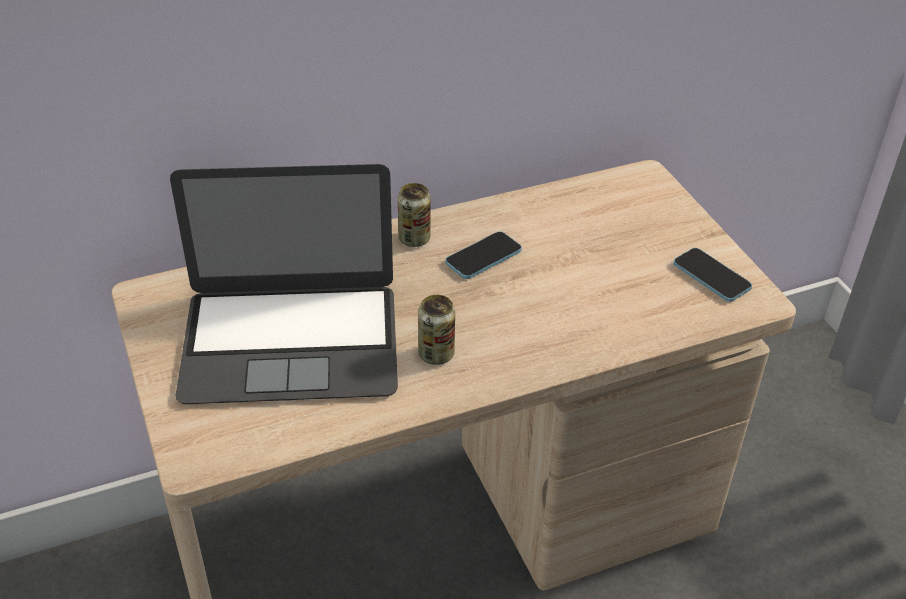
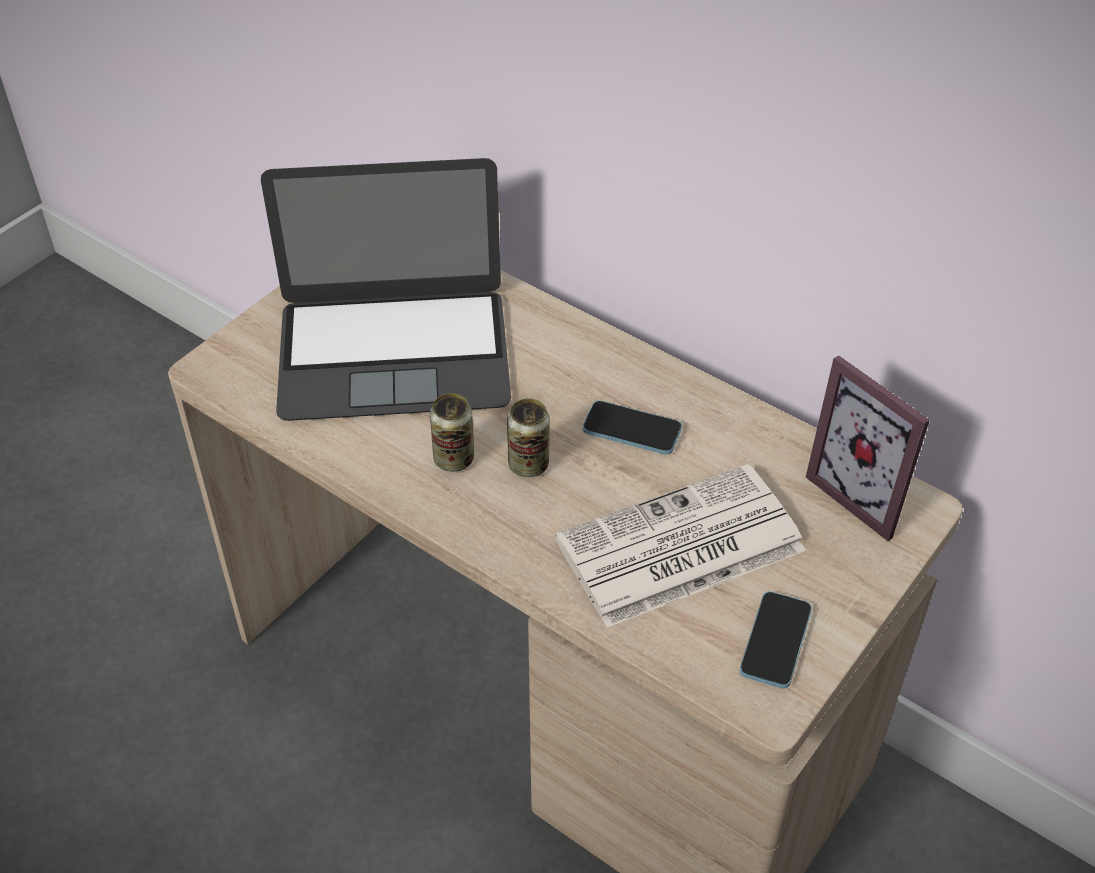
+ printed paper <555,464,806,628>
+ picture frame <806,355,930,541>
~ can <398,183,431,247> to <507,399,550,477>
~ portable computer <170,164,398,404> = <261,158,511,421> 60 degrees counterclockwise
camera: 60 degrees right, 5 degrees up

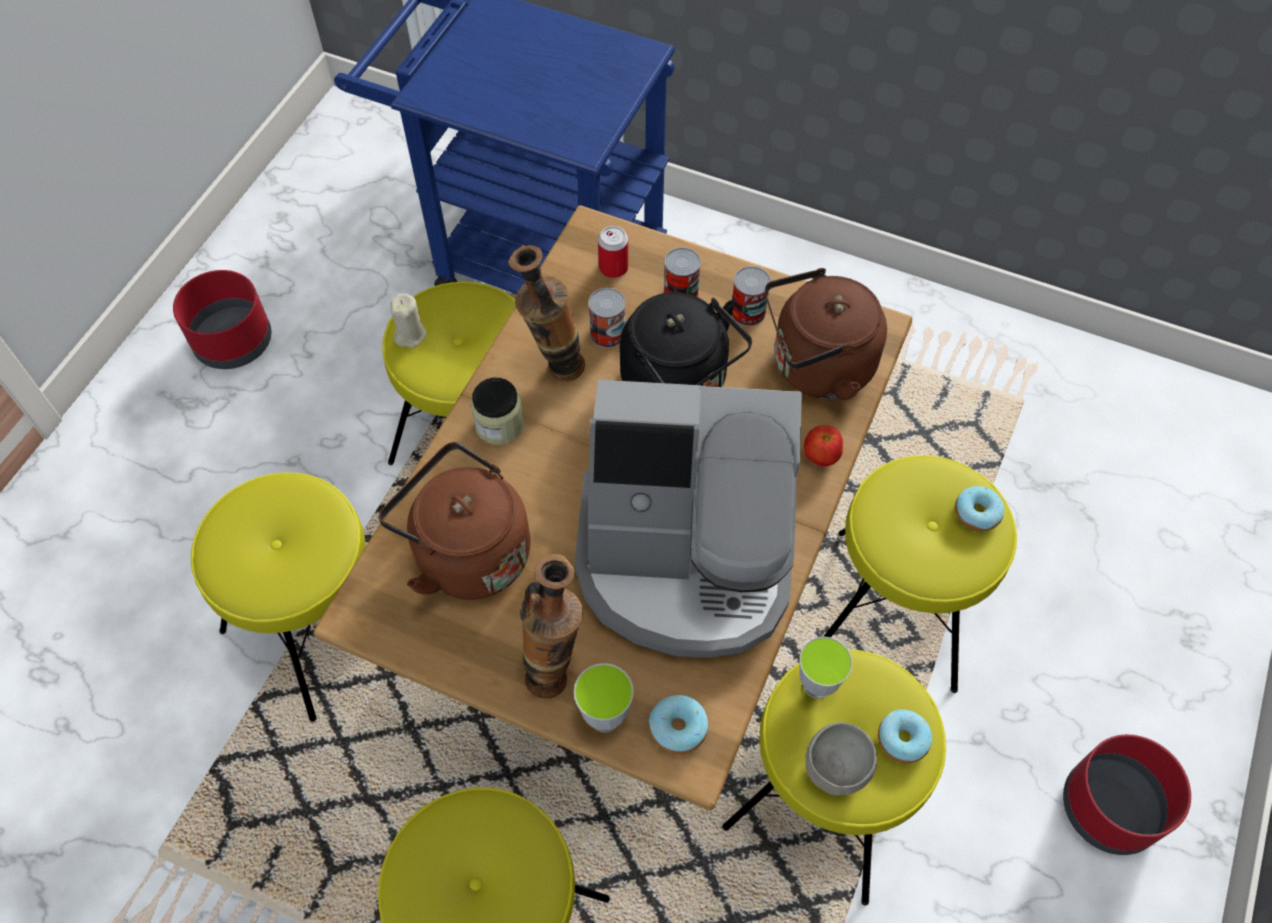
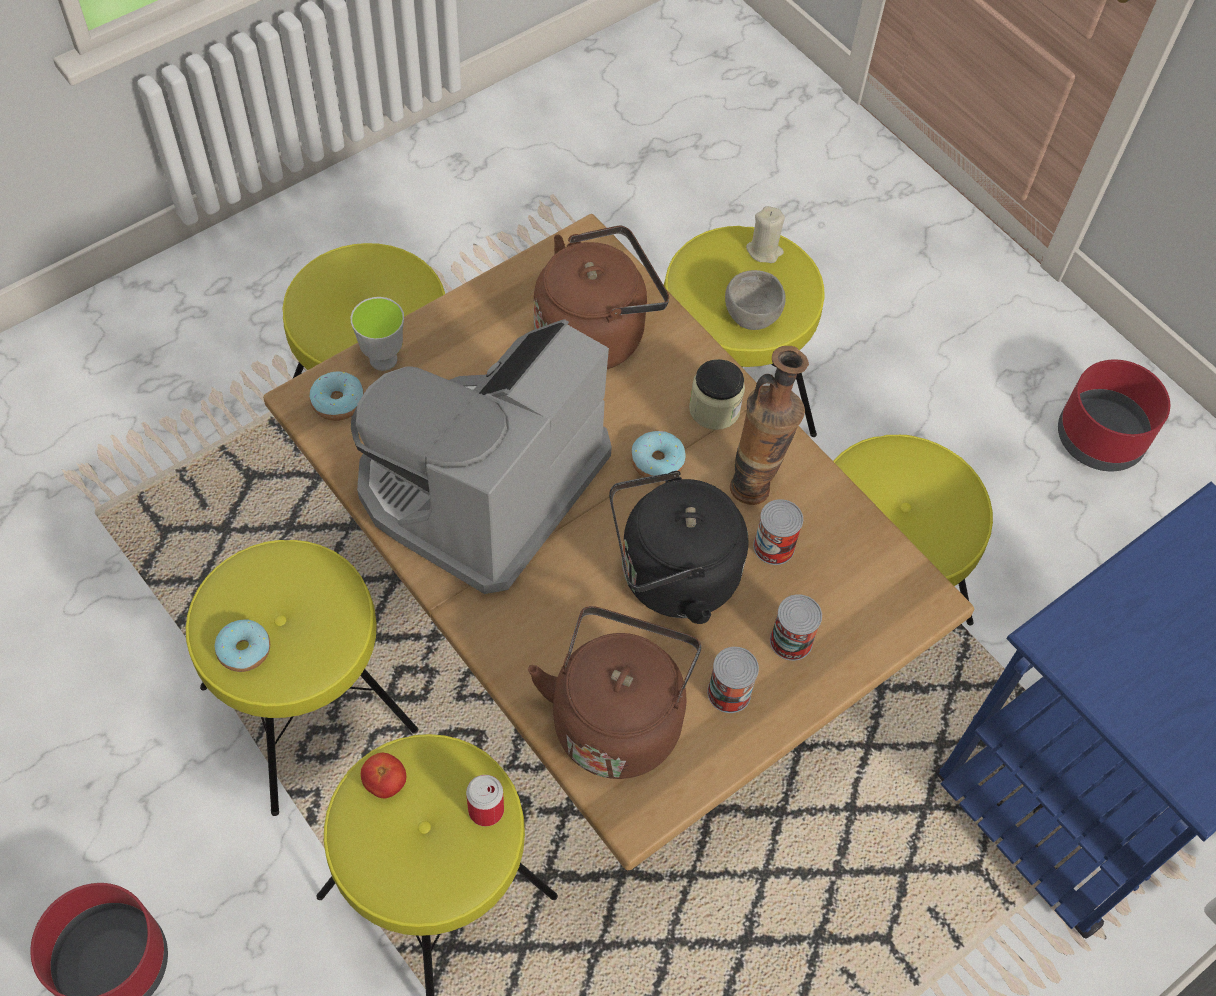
- flower vase <520,554,583,699>
- cup <799,637,852,699>
~ beige-coloured wax light <390,294,427,348> to <746,206,785,263>
~ can <598,226,628,278> to <466,775,504,826>
~ fresh tomato <804,425,843,466> to <361,753,406,798>
~ greyish deep dish <806,722,877,795> to <725,270,786,330>
~ ring doughnut <955,486,1004,531> to <631,431,686,478>
camera: 115 degrees right, 0 degrees up

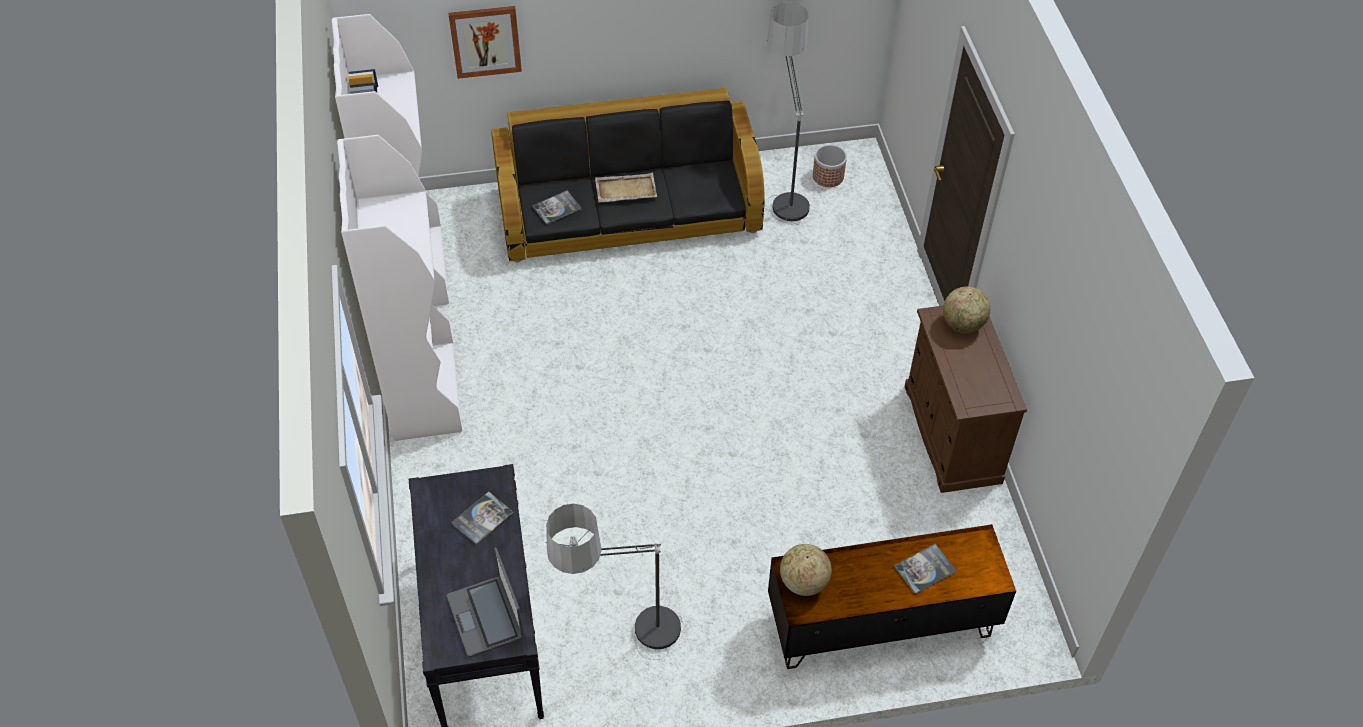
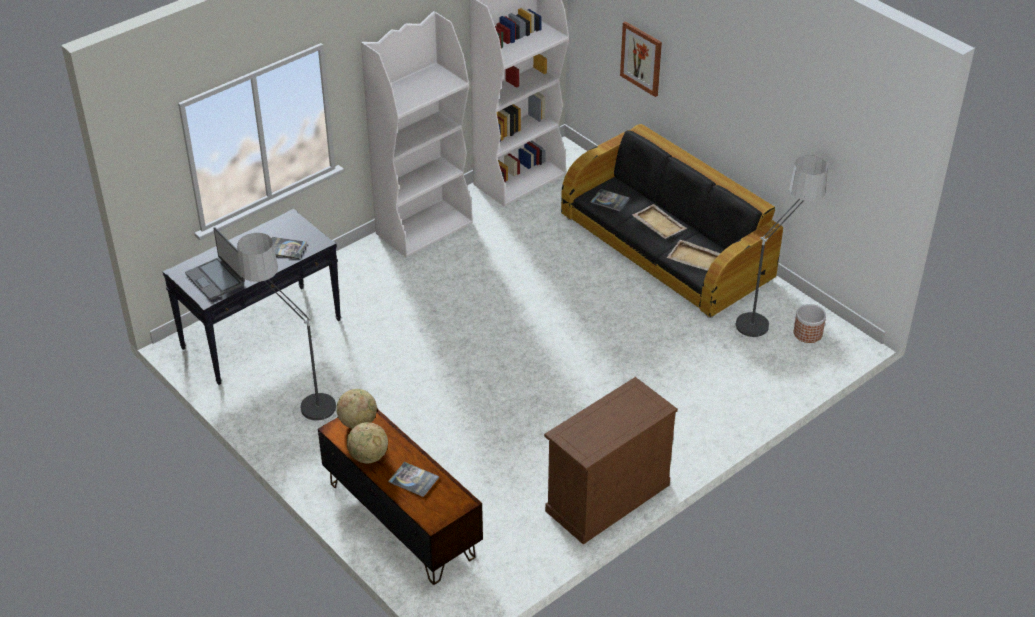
+ beige-coloured tray <667,240,720,271>
~ desk globe <943,286,990,333> to <347,422,388,463>
~ portable computer <447,548,524,657> = <185,227,245,300> 75 degrees counterclockwise
camera: 60 degrees right, 10 degrees down

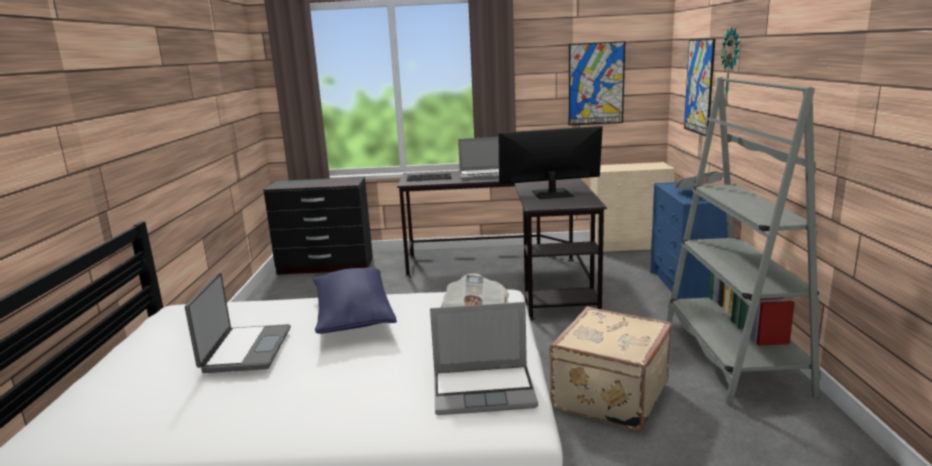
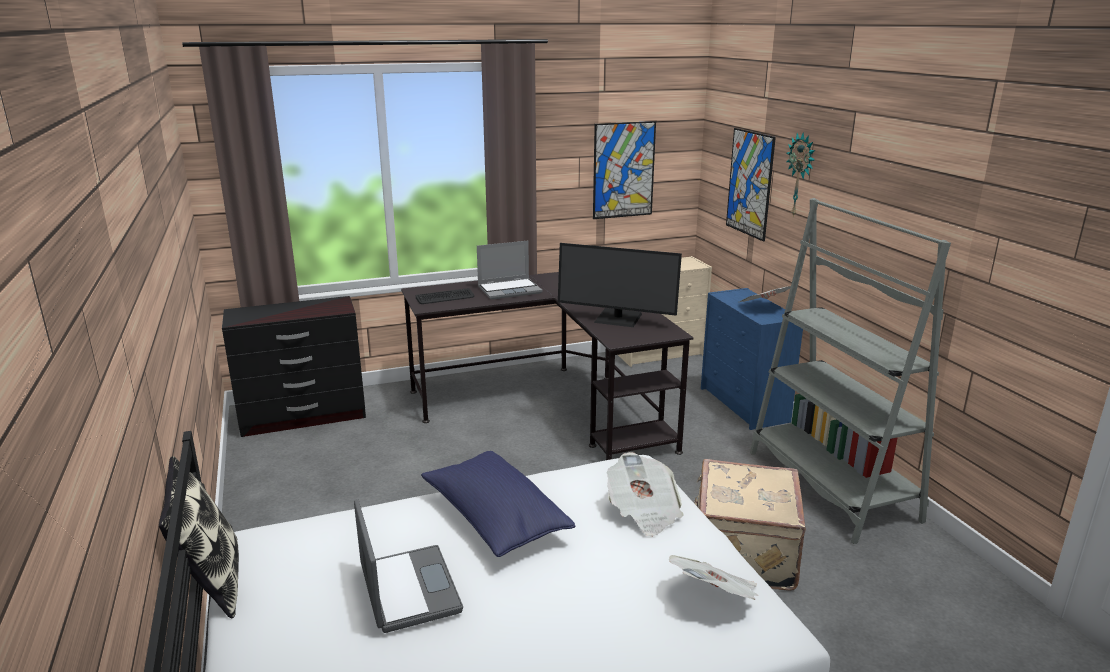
+ throw pillow <159,456,239,619>
~ portable computer <430,302,538,415> to printed paper <669,555,758,600>
~ computer display <498,126,603,199> = <558,243,682,327> 135 degrees counterclockwise
camera: 20 degrees left, 5 degrees up

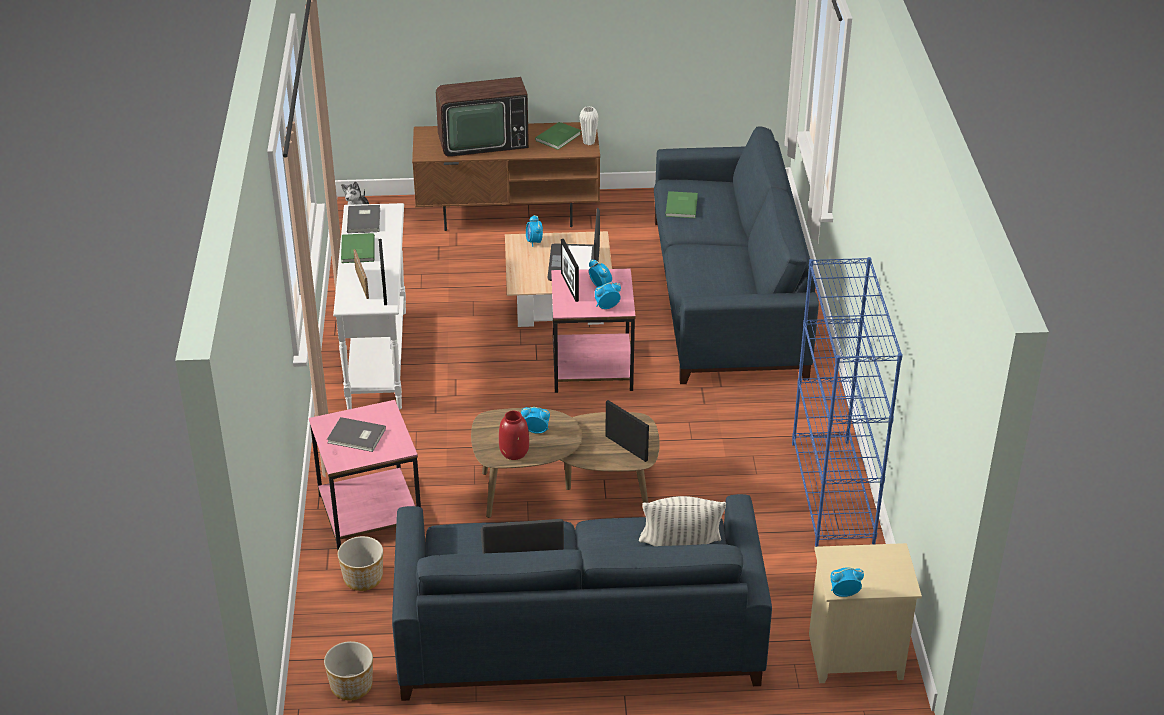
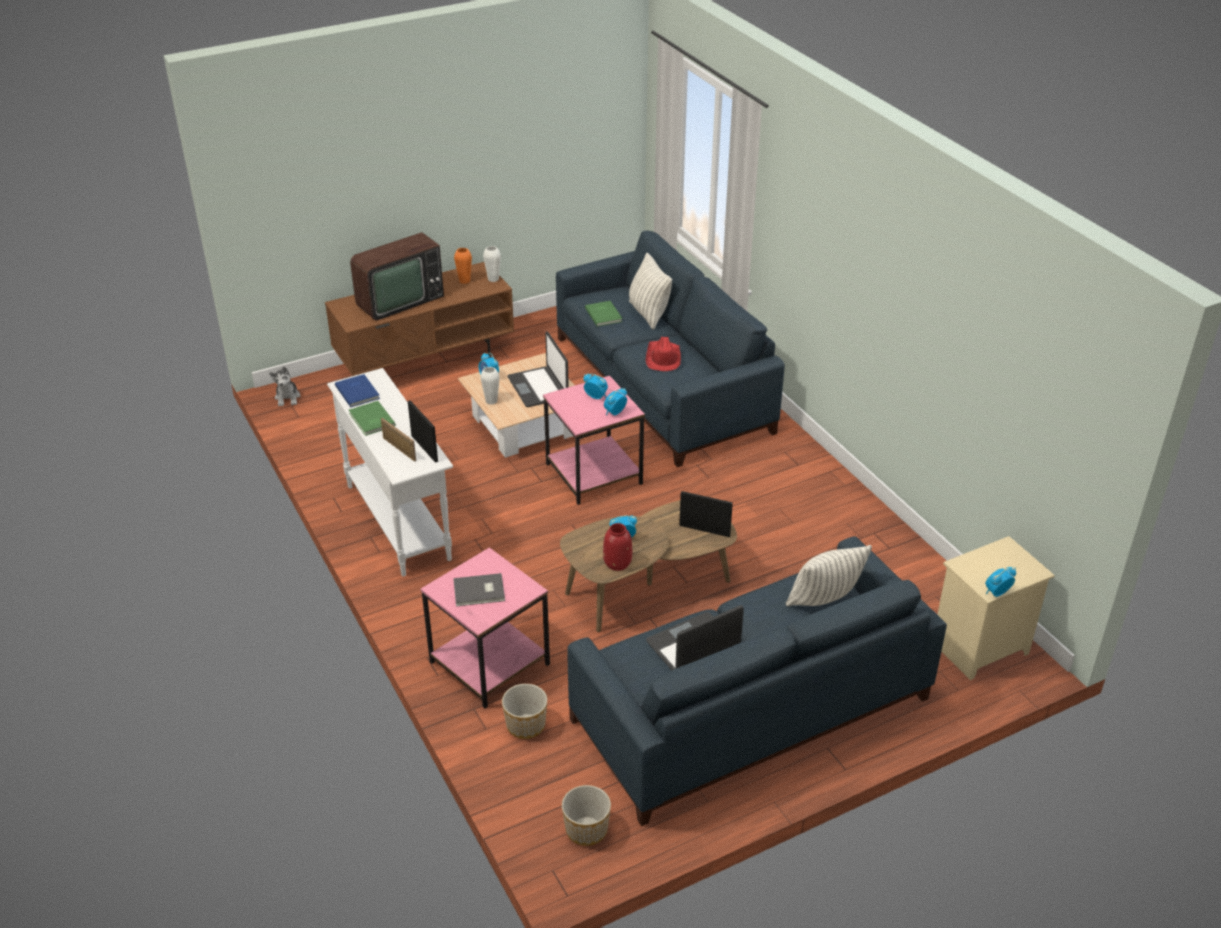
- picture frame <561,239,579,302>
- bluish bookshelf <792,257,903,547>
+ white-coloured flower vase <480,367,500,405>
+ throw pillow <629,253,672,330>
+ reddish hat <646,337,681,371>
~ greenish bound book <535,122,581,150> to orange flower vase <454,248,472,284>
~ greyish bound book <347,205,380,233> to bluish bound book <335,374,380,408>
camera: 25 degrees left, 0 degrees up

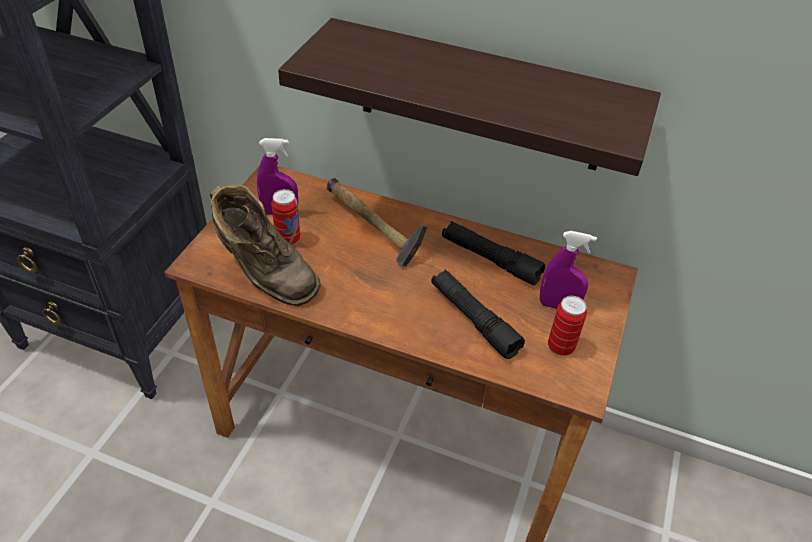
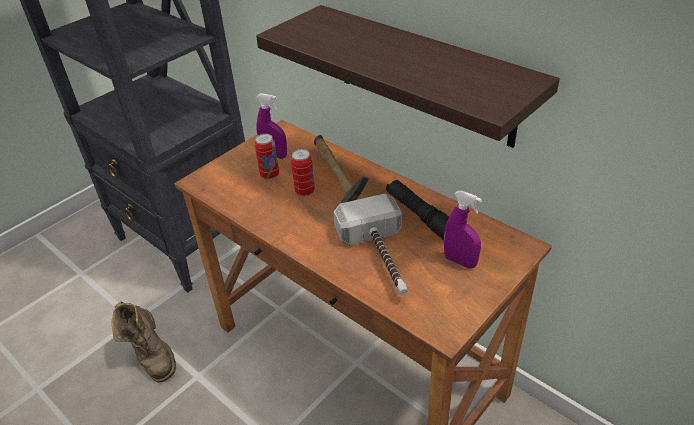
~ brown boot <210,184,321,306> to <112,301,176,383>
~ can <548,296,587,356> to <291,149,315,197>
~ black flashlight <431,270,525,359> to tool hammer <333,194,407,295>
camera: 25 degrees right, 5 degrees down

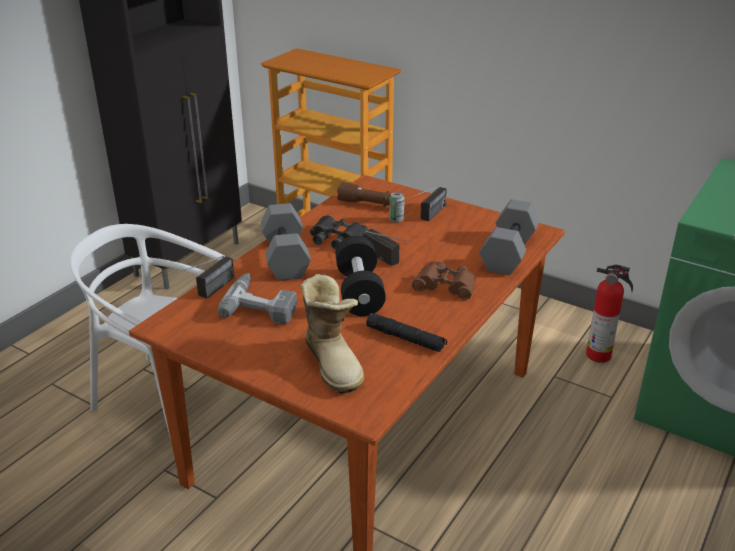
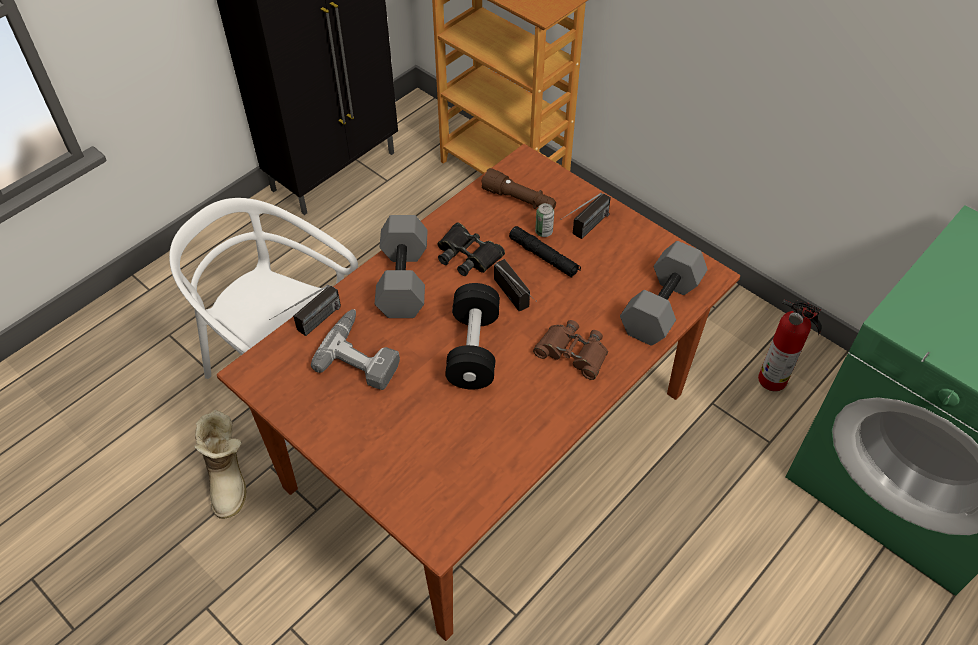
~ boot <300,274,364,393> to <194,410,247,519>
~ black flashlight <366,313,447,352> to <509,226,581,278>
camera: 10 degrees right, 20 degrees up

